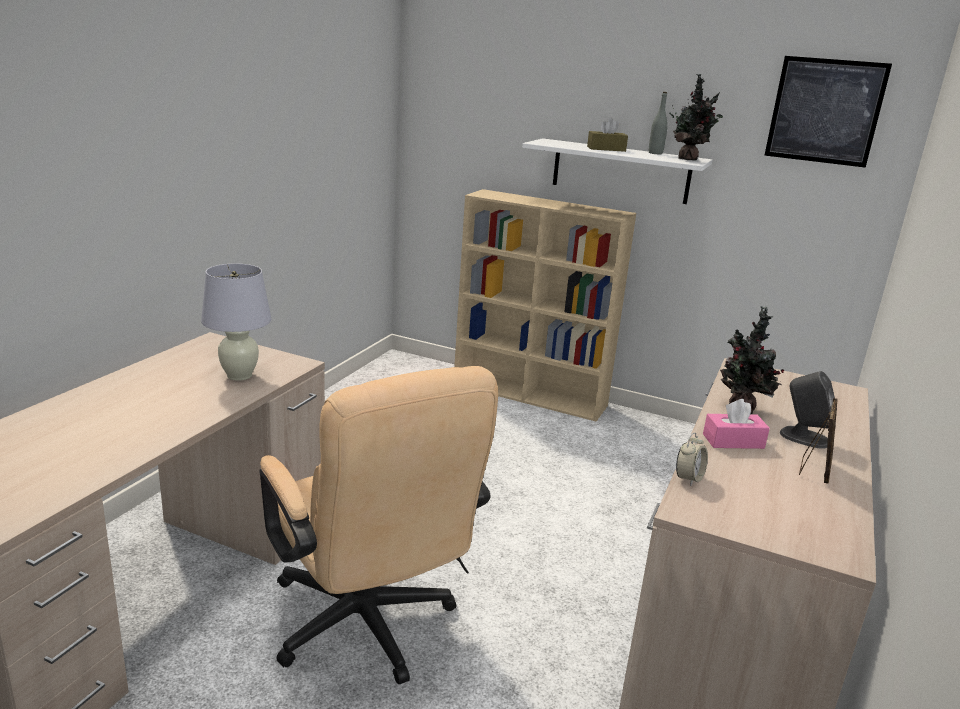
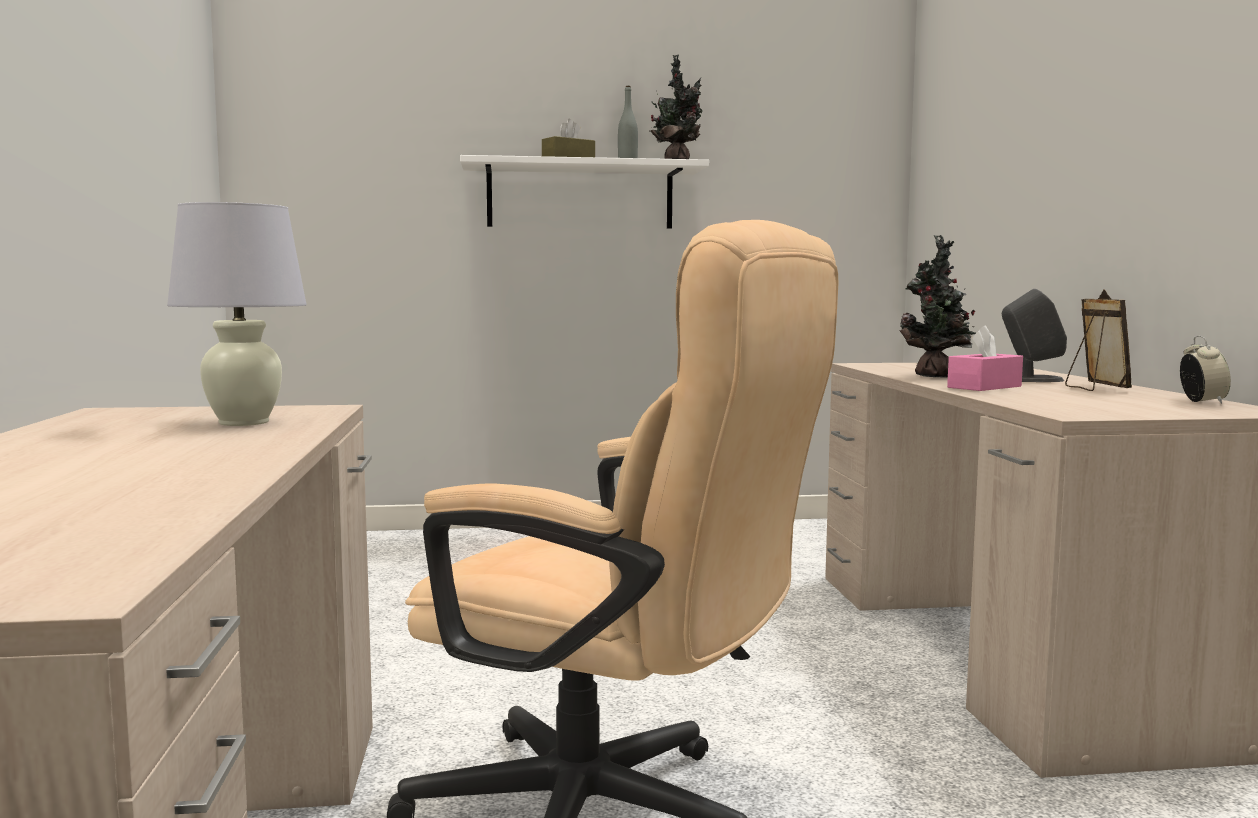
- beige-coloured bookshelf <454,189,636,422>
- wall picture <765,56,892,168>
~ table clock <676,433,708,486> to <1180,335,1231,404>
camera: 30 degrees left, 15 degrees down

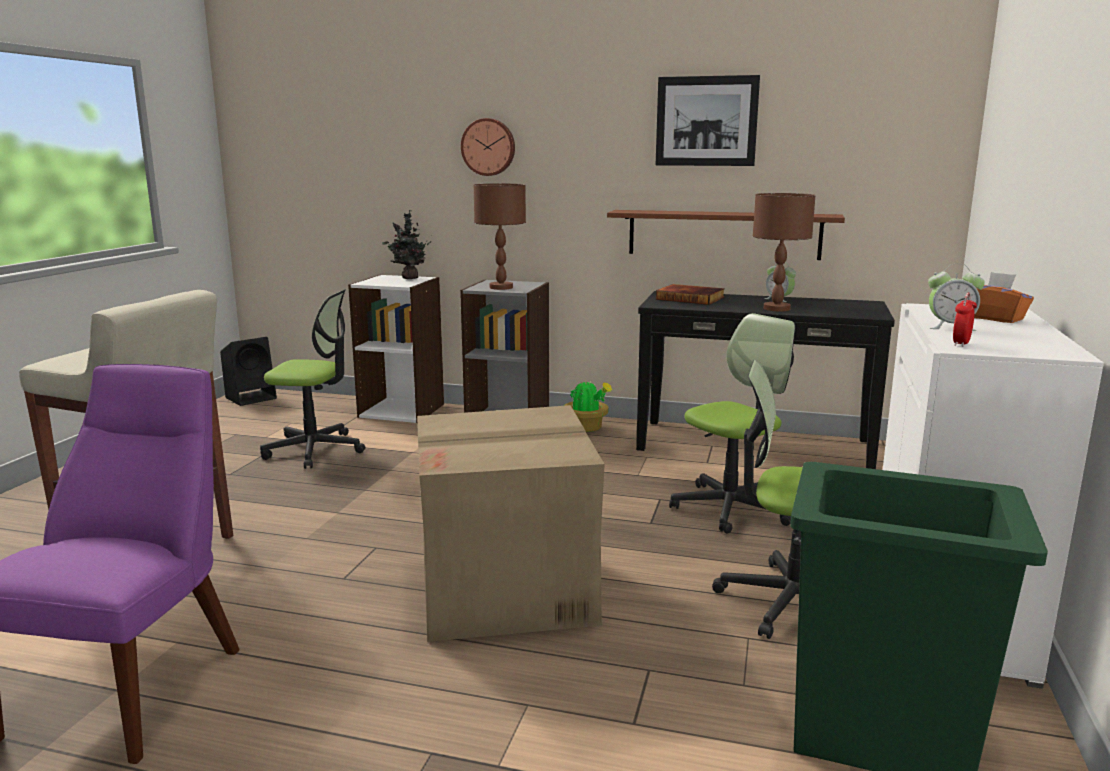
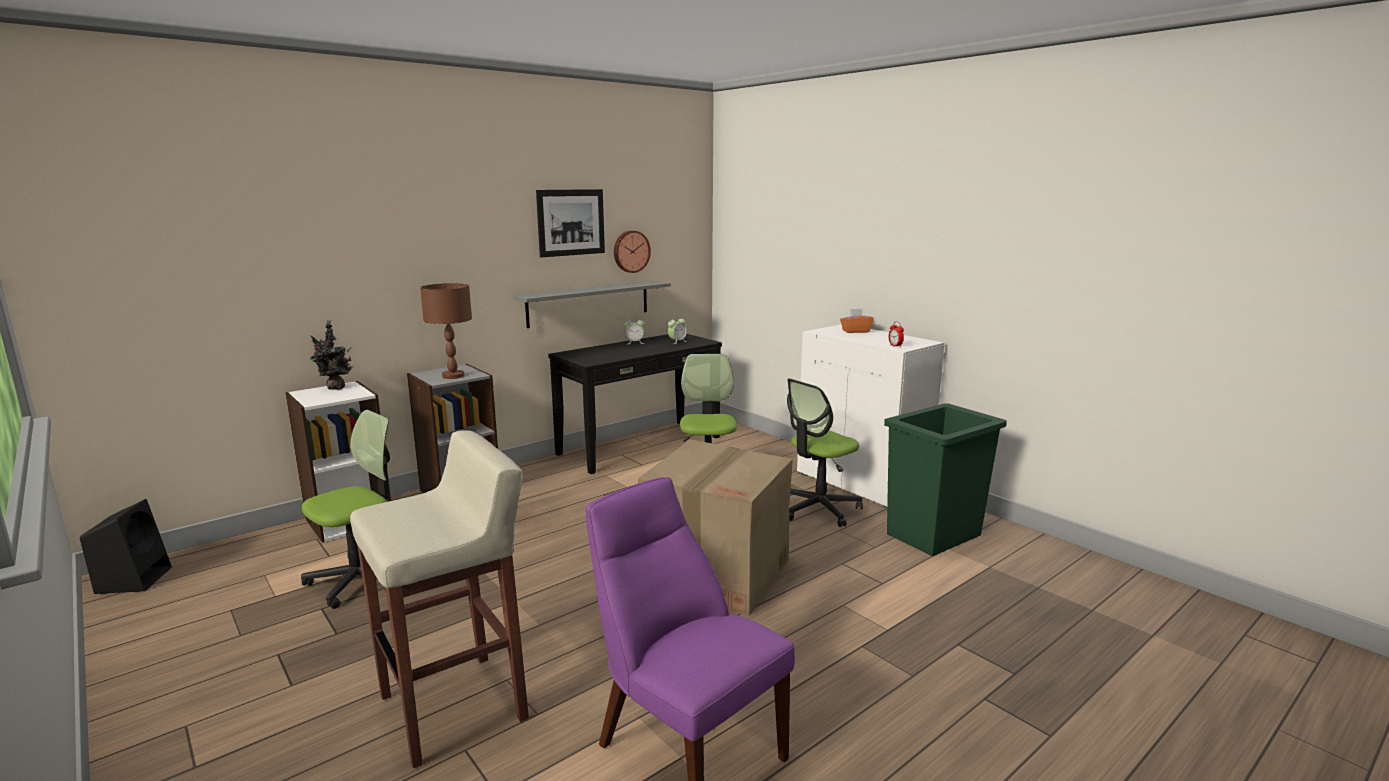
- plant in a pot <564,380,612,432>
- bound book <656,284,725,305>
- brown lamp for a table <753,193,816,311>
~ wall clock <461,118,515,176> to <614,230,651,273>
~ table clock <928,264,985,331> to <668,316,687,344>
~ brown shelf <607,210,845,260> to greyish shelf <513,280,671,328>
camera: 55 degrees left, 0 degrees up

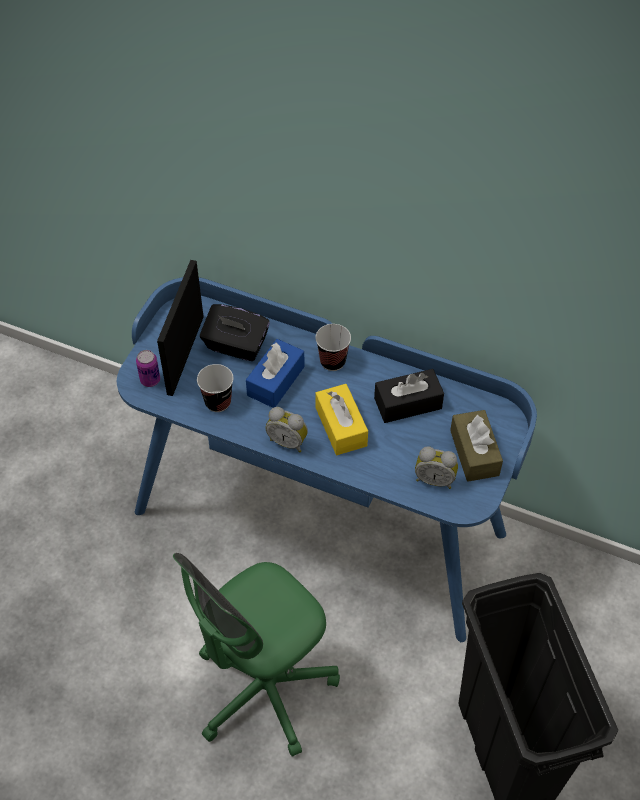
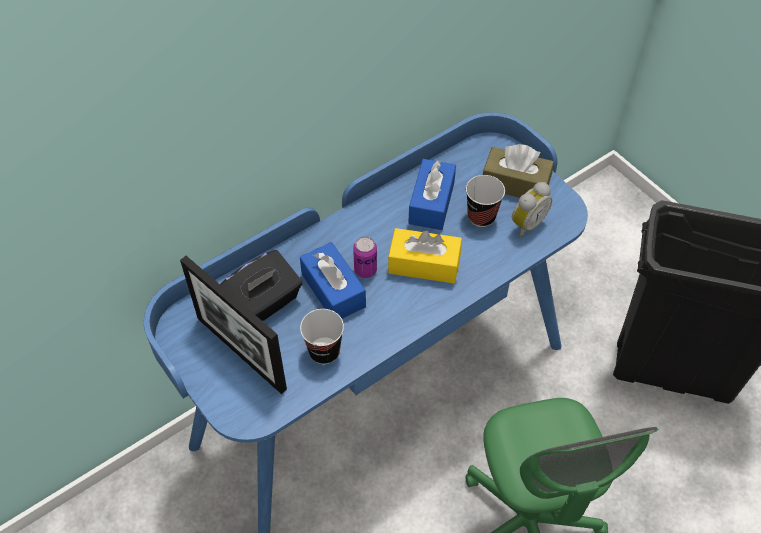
- table clock <265,407,308,452>
~ can <136,350,160,387> to <353,236,377,278>
~ cup <315,324,351,371> to <466,175,505,227>
~ black tissue holder <374,369,444,423> to bluish tissue holder <408,159,456,230>
camera: 60 degrees left, 0 degrees up

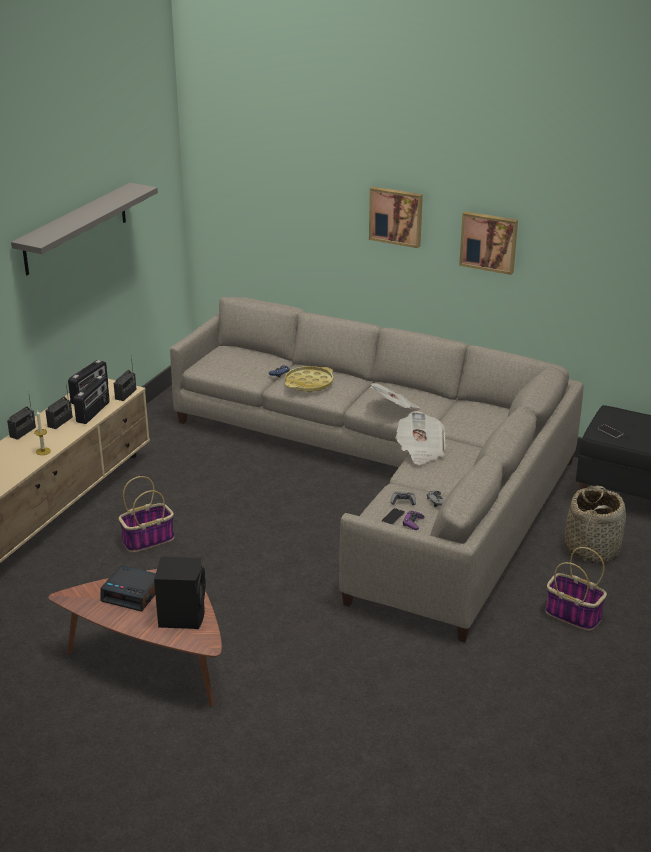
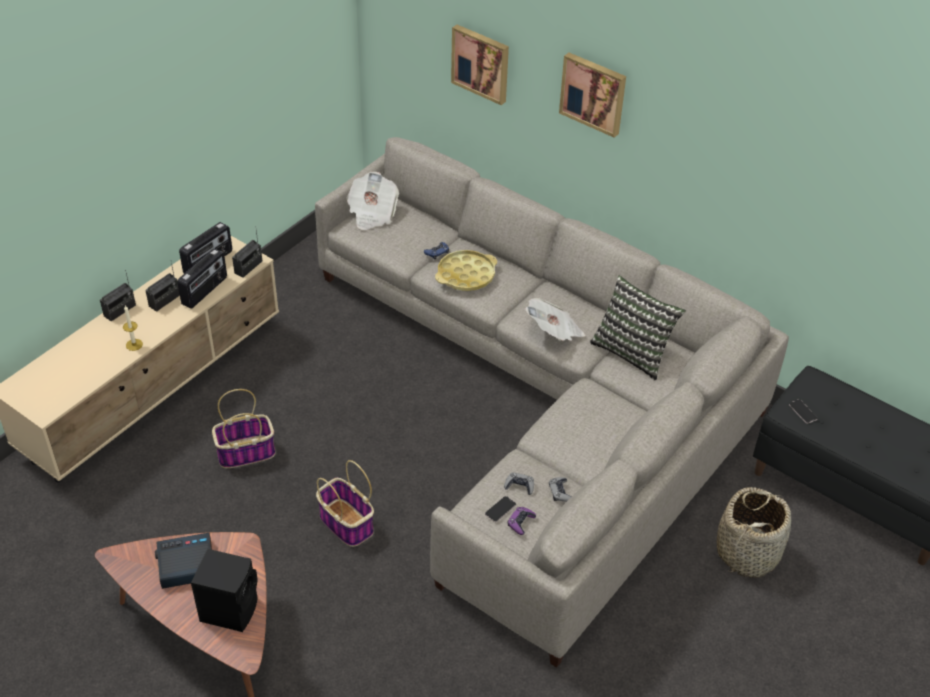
- greyish shelf <11,183,158,275>
+ throw pillow <590,275,686,380>
~ printed paper <396,411,446,465> to <346,172,399,230>
~ wall picture <459,211,518,275> to <451,25,509,105>
~ storage basket <546,547,607,631> to <316,460,374,547>
~ table clock <100,565,156,611> = <155,533,212,589> 135 degrees clockwise
camera: 10 degrees right, 15 degrees up

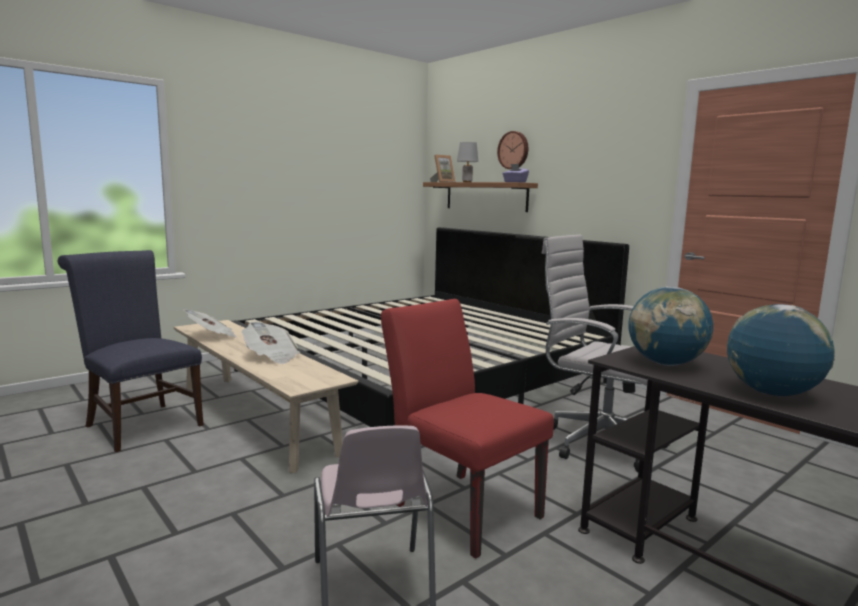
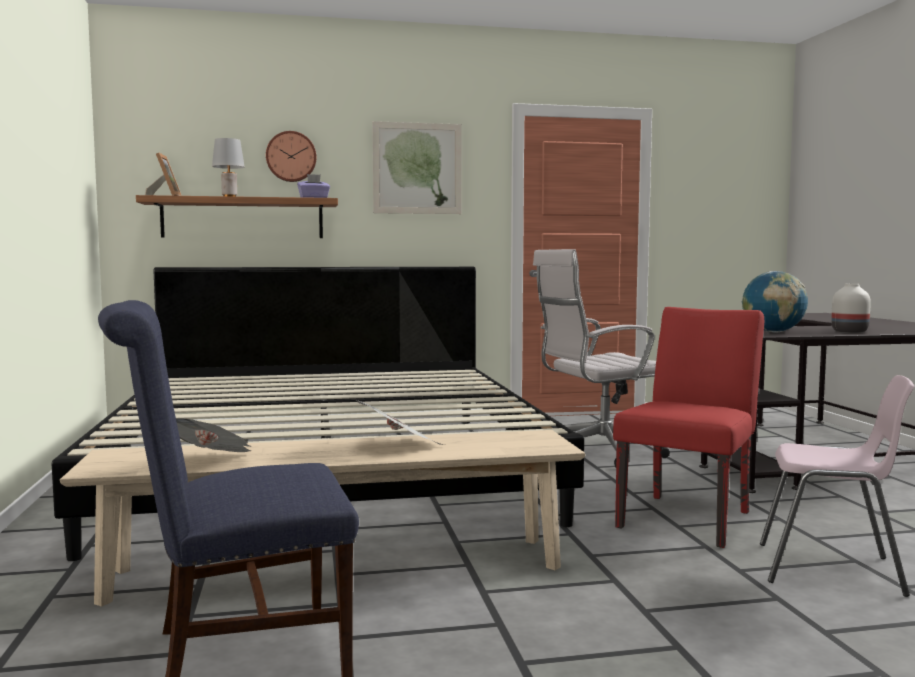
+ wall picture <372,121,461,214>
~ desk globe <727,304,835,396> to white-coloured flower vase <831,284,871,333>
~ reddish chair <381,299,554,559> = <613,307,764,548> 135 degrees clockwise
camera: 60 degrees left, 5 degrees down

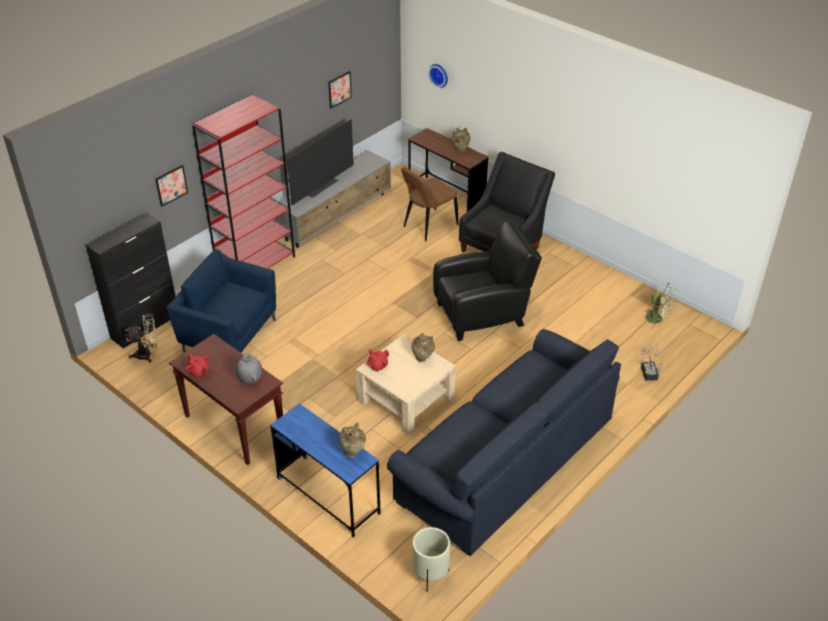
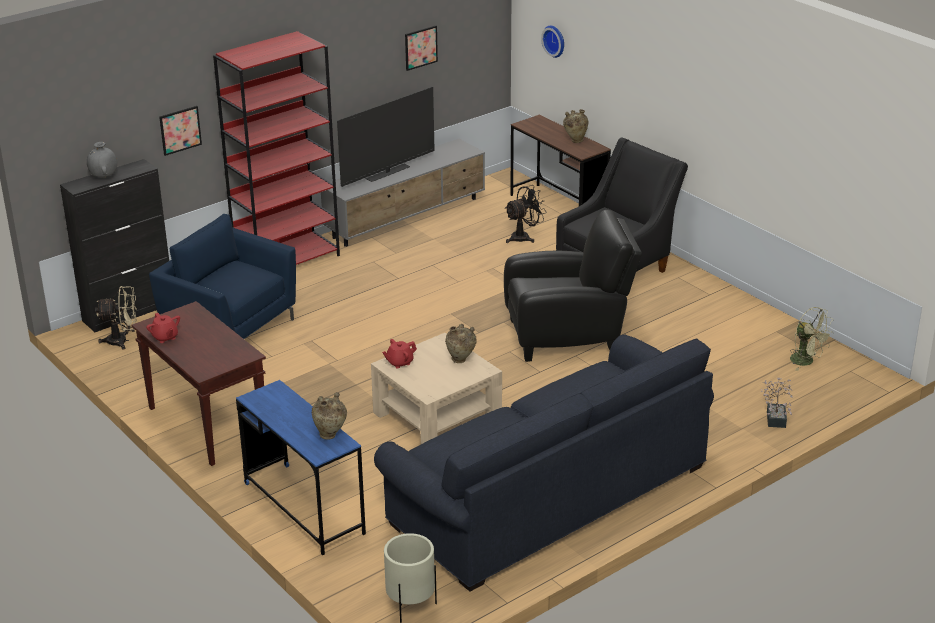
~ greyish flower vase <236,353,262,383> to <87,142,117,178>
~ brown chair <401,166,458,241> to black fan <505,185,547,243>
camera: 10 degrees right, 10 degrees down

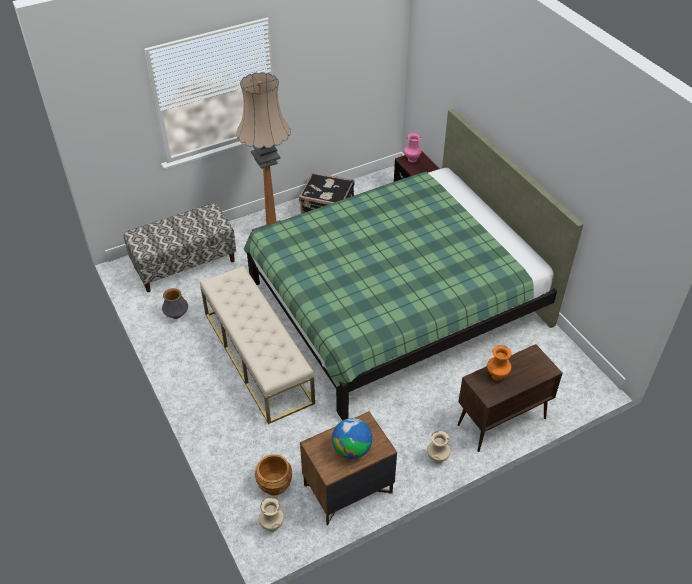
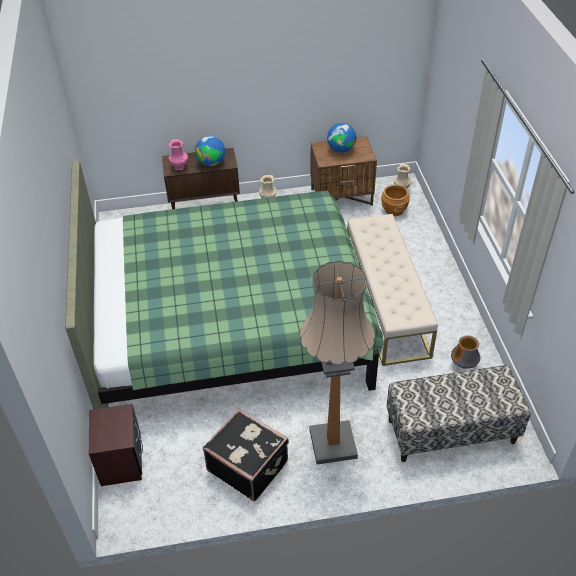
~ pink-coloured flower vase <404,133,422,162> to <168,139,188,170>
~ orange flower vase <487,345,512,381> to desk globe <195,136,225,166>
camera: 160 degrees left, 0 degrees up

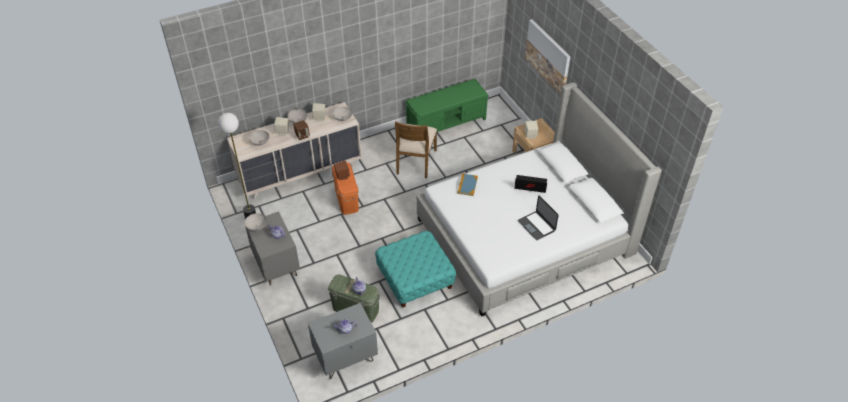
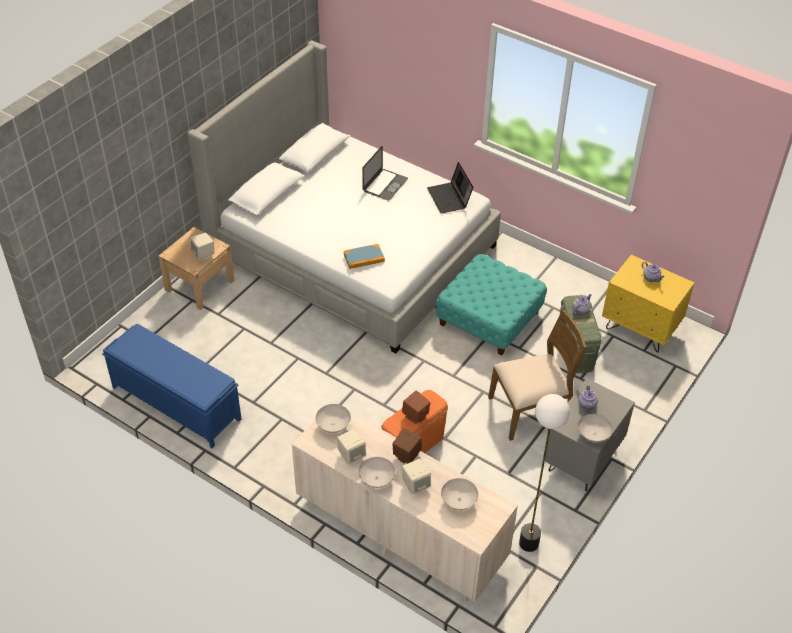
- wall picture <525,19,571,95>
~ brown chair <395,121,437,178> to <488,310,587,441>
~ portable computer <515,175,547,193> to <427,162,473,214>
~ greyish bedside table <308,303,378,379> to yellowish bedside table <602,255,695,352>
~ greenish indoor bench <405,79,489,132> to bluish indoor bench <102,324,242,448>
camera: 120 degrees left, 0 degrees up

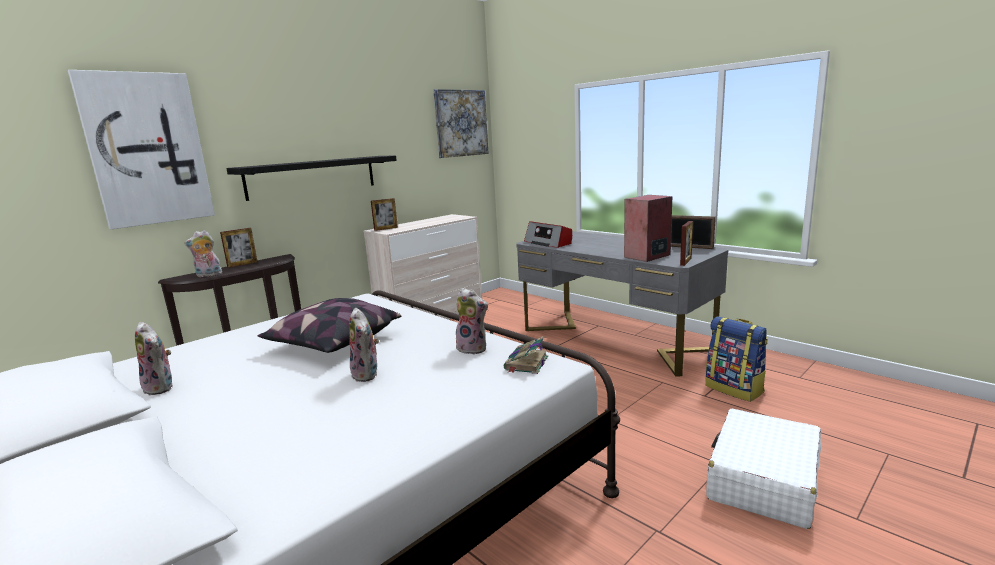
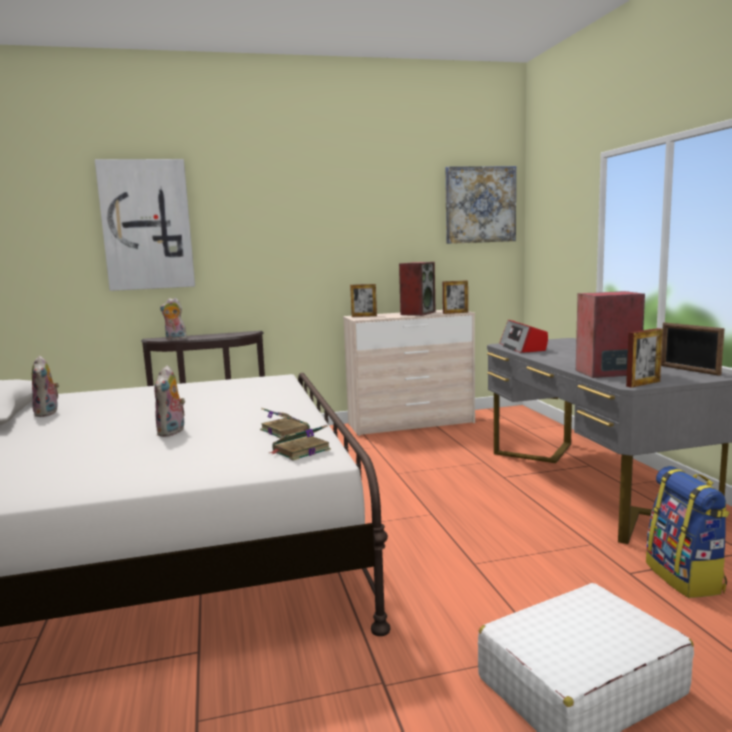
- black shelf <226,155,397,201>
- throw pillow <257,298,402,353>
+ loudspeaker <399,262,436,316>
~ picture frame <220,228,258,268> to <443,280,468,314>
~ cuddly toy <456,288,488,355> to bound book <260,408,310,439>
camera: 30 degrees right, 5 degrees down

